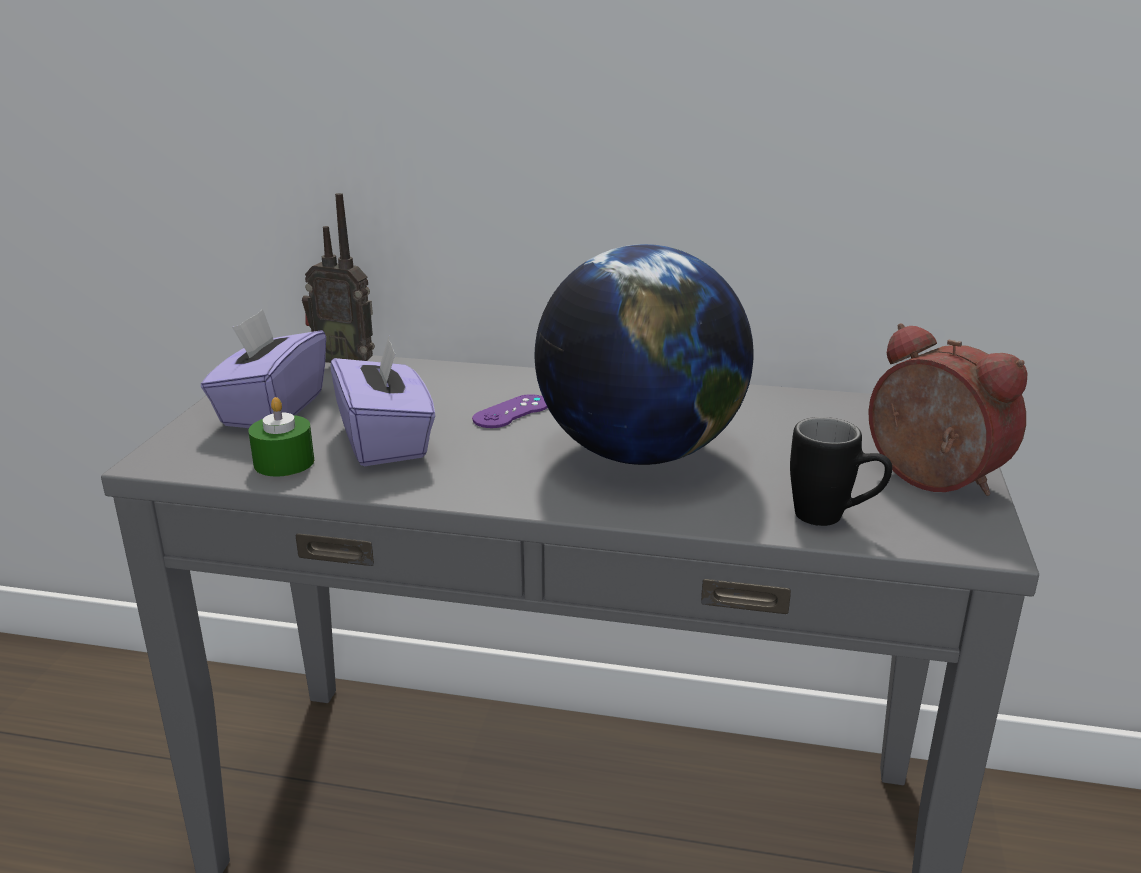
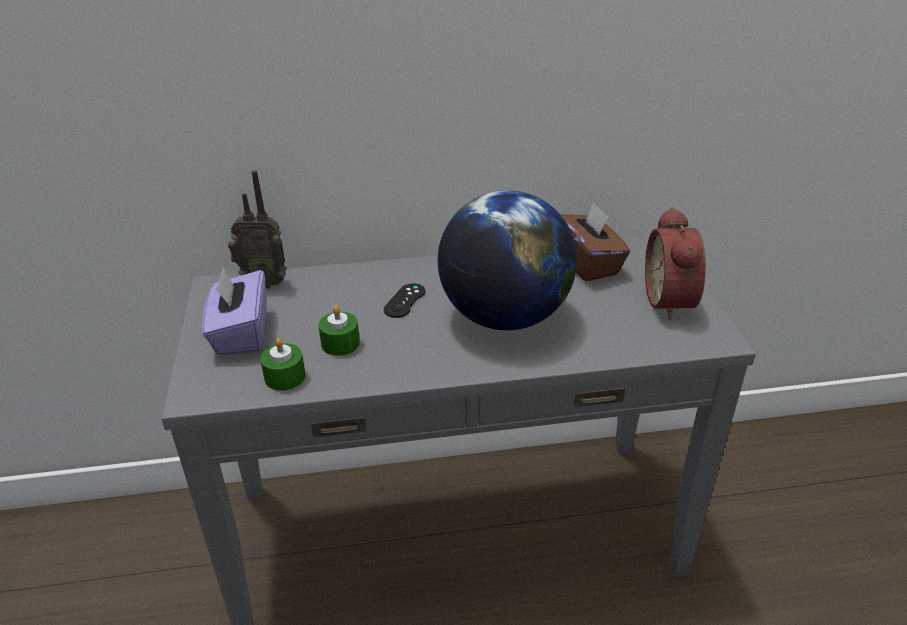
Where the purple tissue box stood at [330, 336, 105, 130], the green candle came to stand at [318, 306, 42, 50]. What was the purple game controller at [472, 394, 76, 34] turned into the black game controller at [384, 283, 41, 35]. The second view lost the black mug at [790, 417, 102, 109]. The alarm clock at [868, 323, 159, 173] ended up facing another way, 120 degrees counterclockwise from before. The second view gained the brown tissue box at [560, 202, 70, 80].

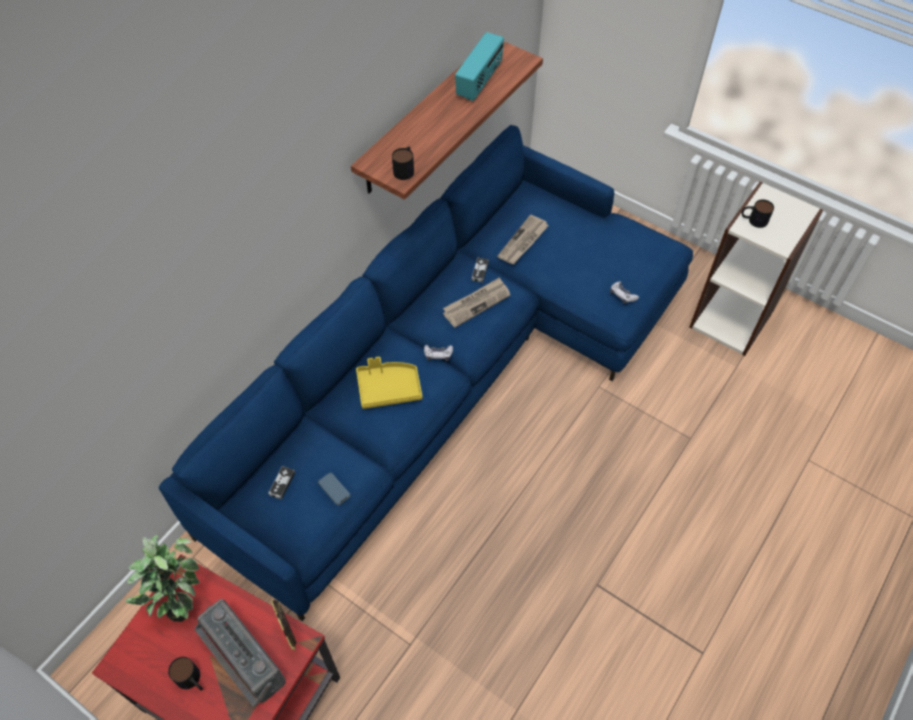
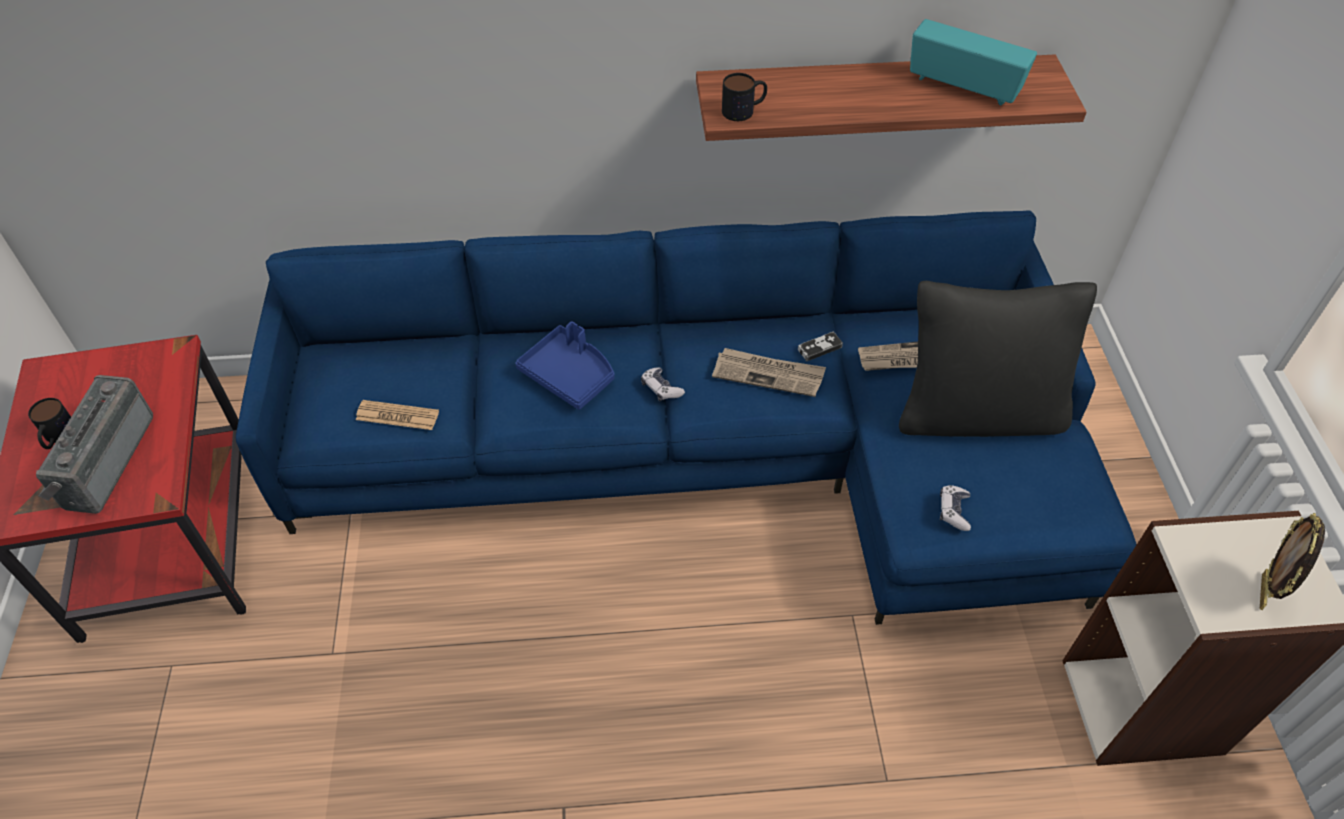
The second view lost the potted plant at [126, 535, 74, 87]. The second view lost the game controller at [268, 466, 27, 34]. The picture frame ended up elsewhere, having gone from [271, 600, 26, 51] to [1260, 513, 65, 97]. Where the phone stood at [318, 473, 33, 33], the newspaper came to stand at [356, 400, 83, 30]. What was the yellow tray at [356, 357, 66, 52] turned into the blue tray at [515, 322, 100, 88]. The radio at [455, 32, 49, 69] ended up facing another way, 135 degrees counterclockwise from before. The second view lost the mug at [742, 199, 32, 29]. The second view gained the black pillow at [899, 281, 198, 156].

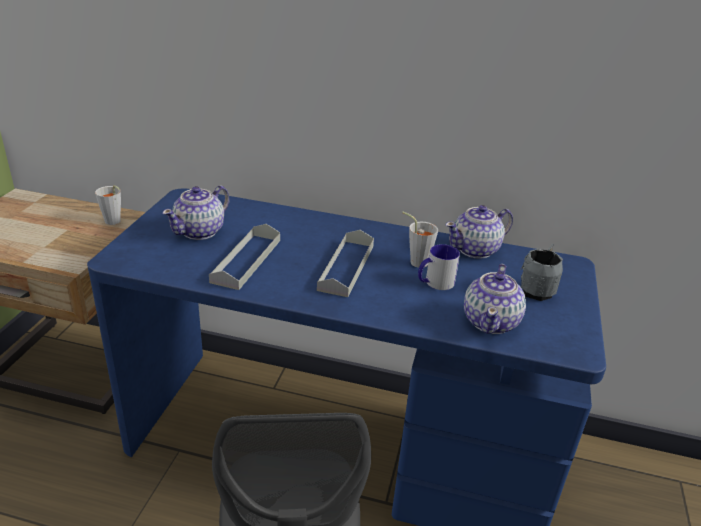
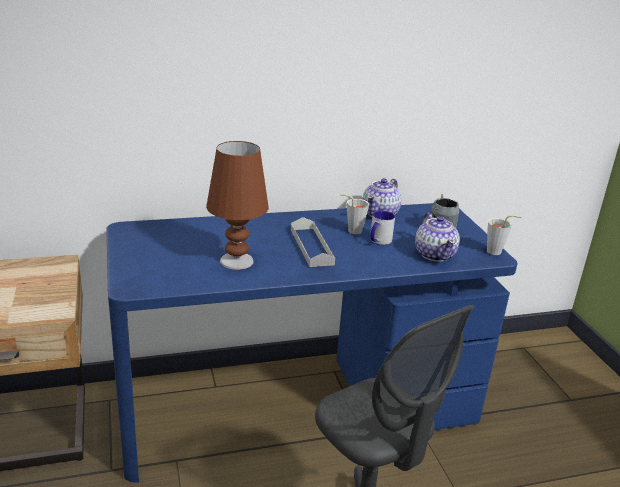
The grey cup ended up elsewhere, having gone from [95, 185, 26, 40] to [487, 215, 35, 40]. The second view lost the teapot at [162, 185, 68, 55]. Where the grey tray stood at [209, 224, 71, 66], the brown table lamp came to stand at [206, 141, 63, 129].

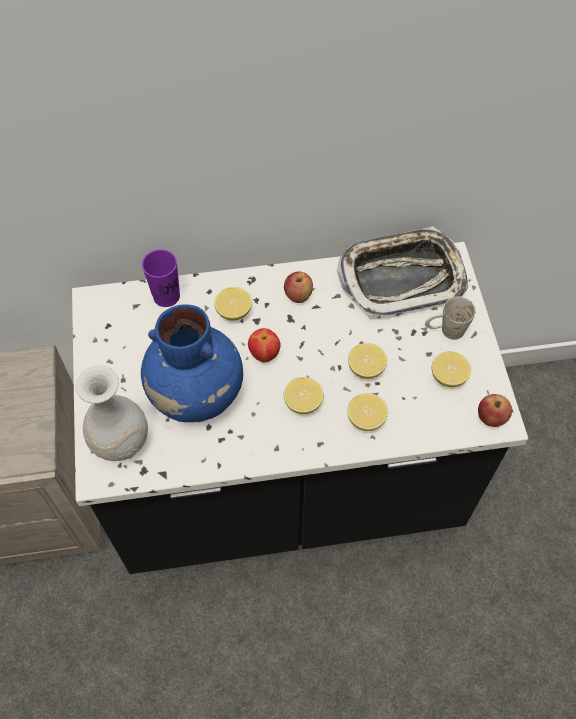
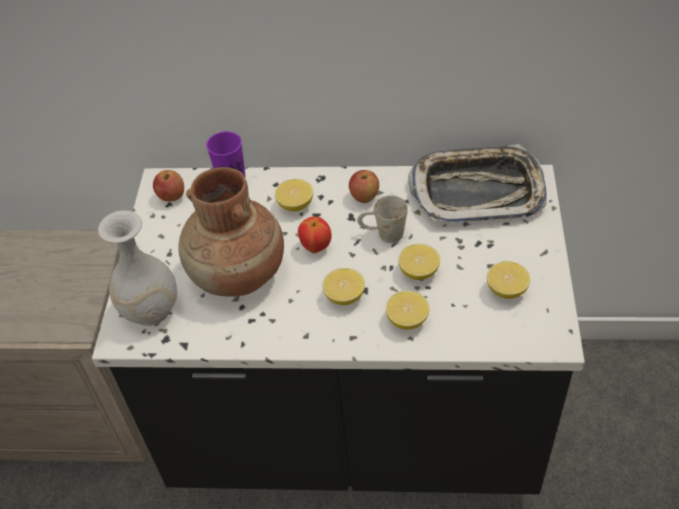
What was the blue vase at [141, 304, 102, 118] turned into the brown vase at [178, 167, 106, 130]. The white mug ended up elsewhere, having gone from [425, 296, 51, 44] to [357, 195, 51, 48]. The apple ended up elsewhere, having gone from [478, 394, 34, 33] to [153, 170, 31, 32].

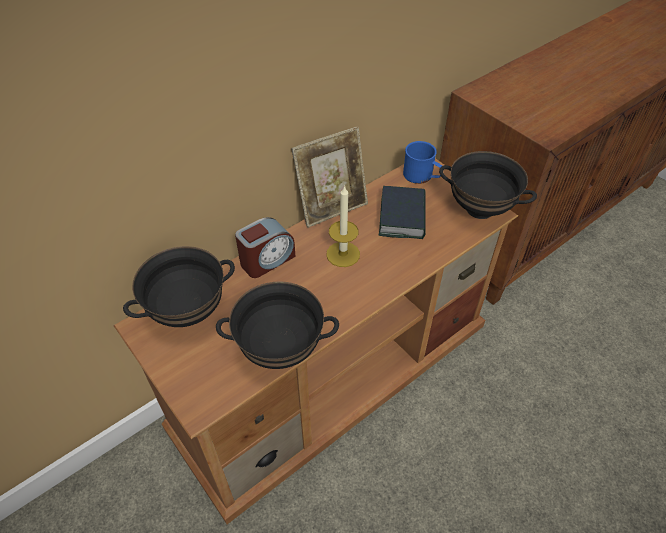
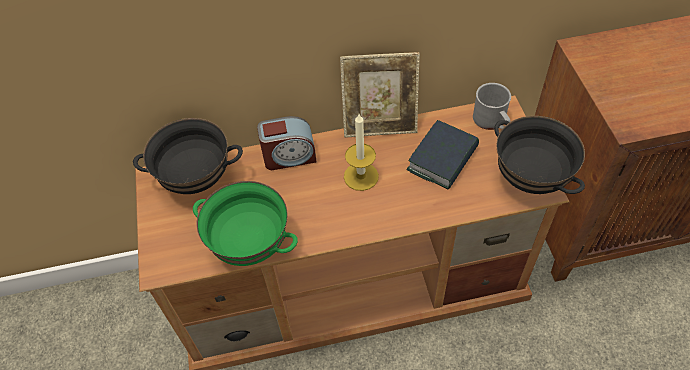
What was the black bowl at [216, 282, 123, 87] turned into the green bowl at [193, 181, 105, 85]. What was the blue mug at [403, 141, 39, 43] turned into the grey mug at [473, 83, 38, 47].

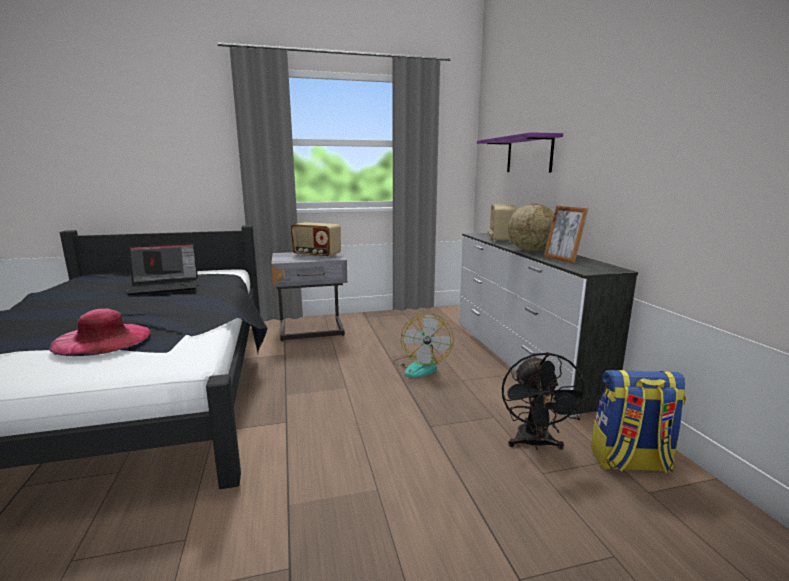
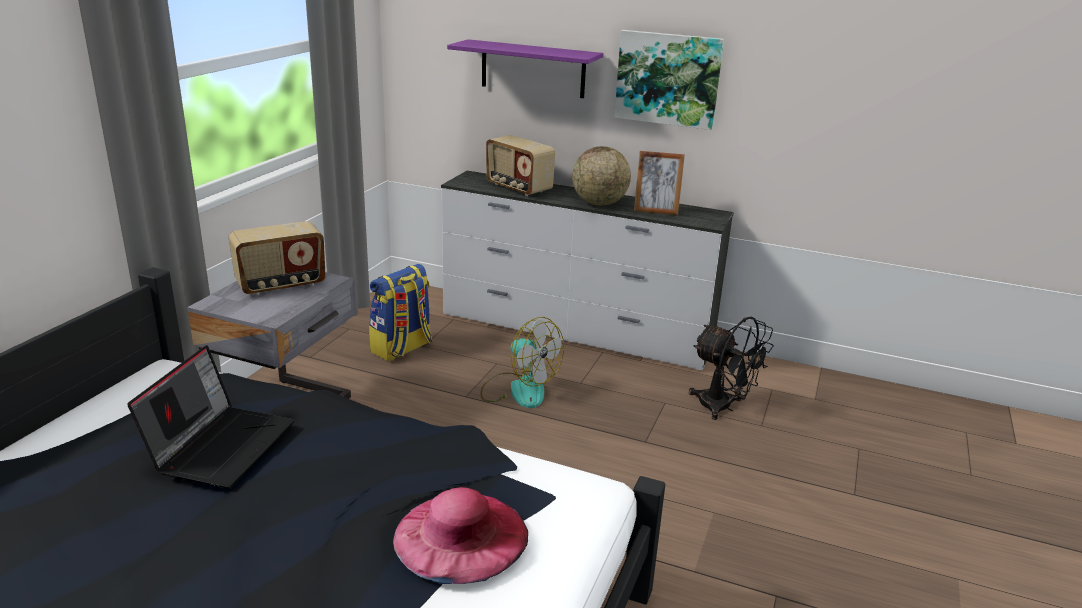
The backpack ended up elsewhere, having gone from [591, 370, 95, 103] to [369, 264, 63, 98]. The second view gained the picture at [614, 30, 110, 100].

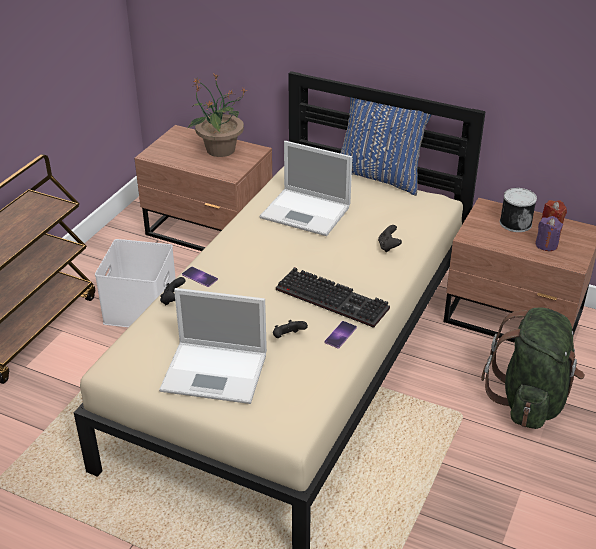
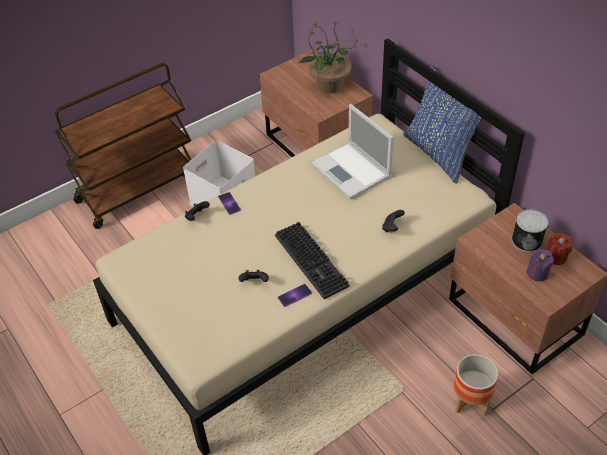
The second view lost the laptop at [159, 288, 108, 116]. Where the green backpack stood at [481, 307, 104, 122], the planter came to stand at [454, 354, 44, 62].

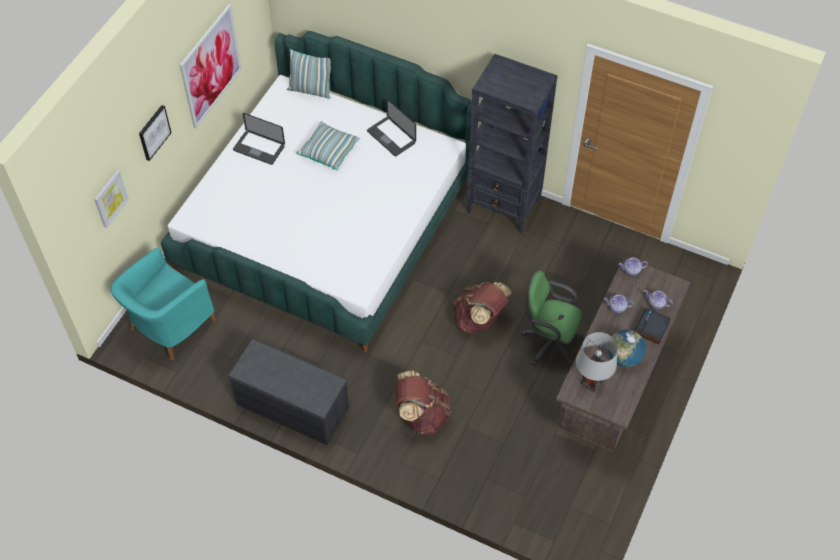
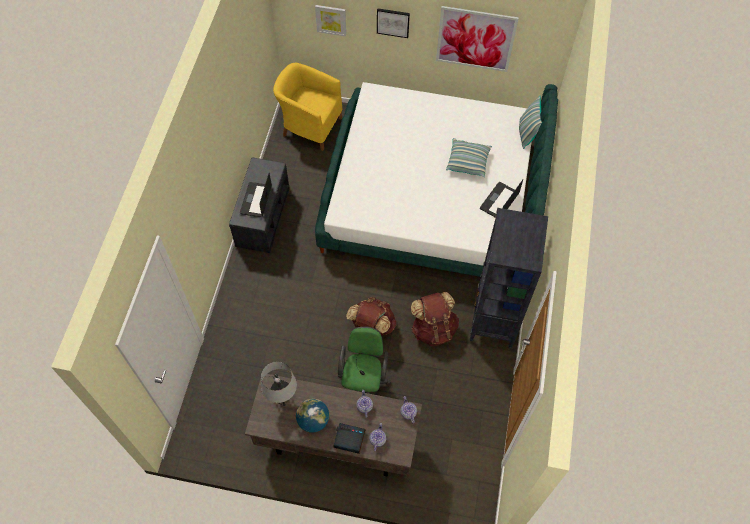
What was the turquoise armchair at [111, 248, 105, 112] turned into the yellow armchair at [273, 63, 70, 88]. The laptop ended up elsewhere, having gone from [233, 113, 52, 52] to [240, 173, 32, 44]. The brown backpack ended up elsewhere, having gone from [395, 371, 55, 64] to [411, 292, 48, 54].

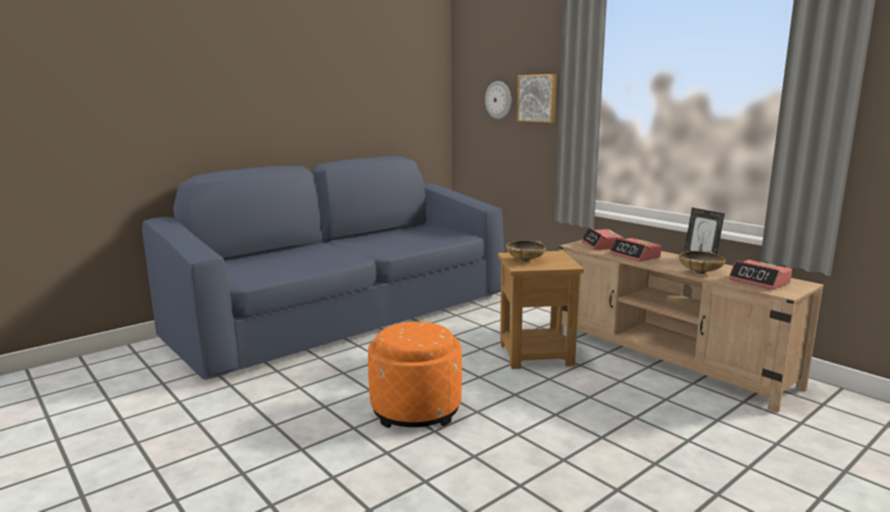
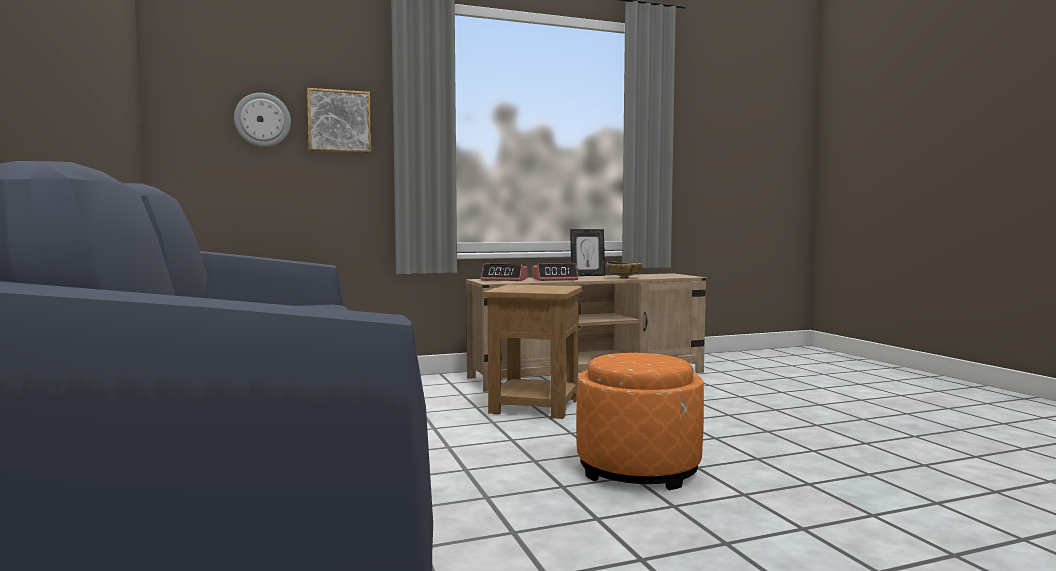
The second view lost the beige bowl at [506, 240, 40, 22]. The second view lost the alarm clock at [729, 260, 63, 29].

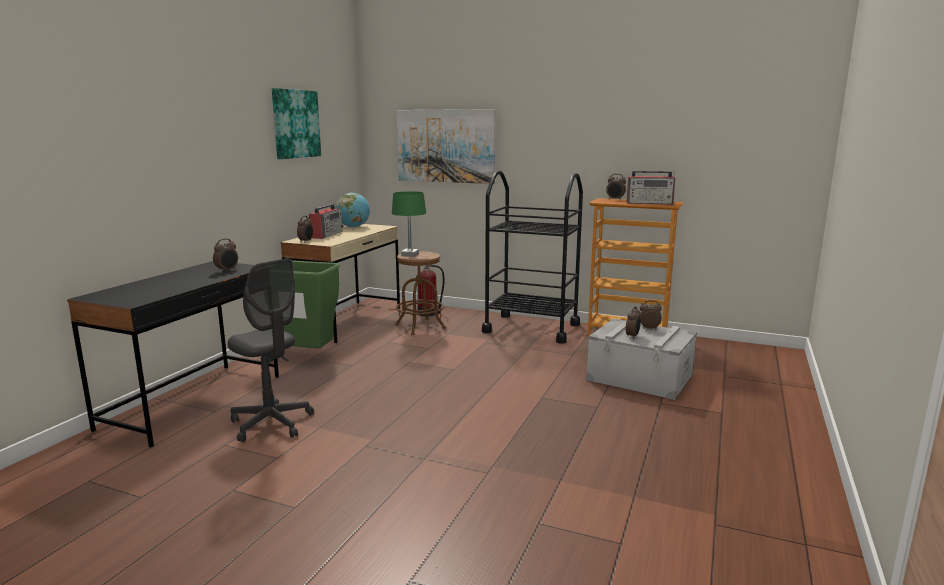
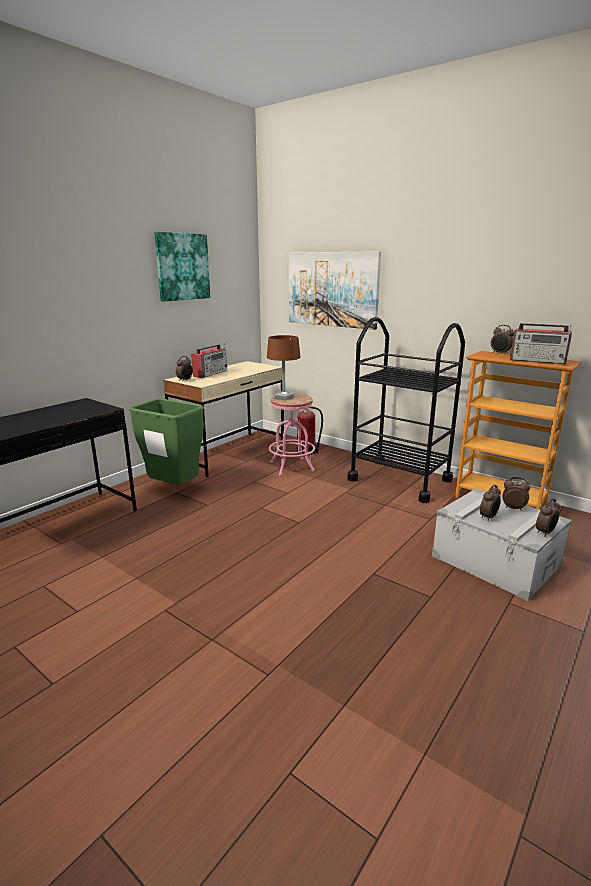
The alarm clock ended up elsewhere, having gone from [213, 239, 25, 33] to [536, 498, 24, 39]. The second view lost the grey office chair at [227, 258, 87, 184]. The second view lost the globe at [335, 193, 35, 34]. What was the green table lamp at [392, 191, 34, 66] turned into the brown table lamp at [267, 335, 33, 65]. What was the brown stool at [395, 251, 51, 84] turned into the pink stool at [269, 394, 46, 82].

